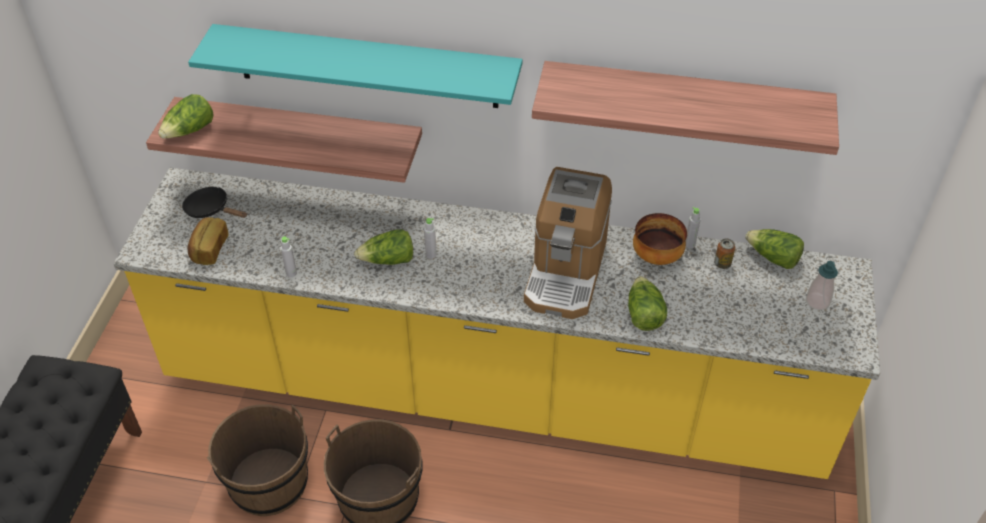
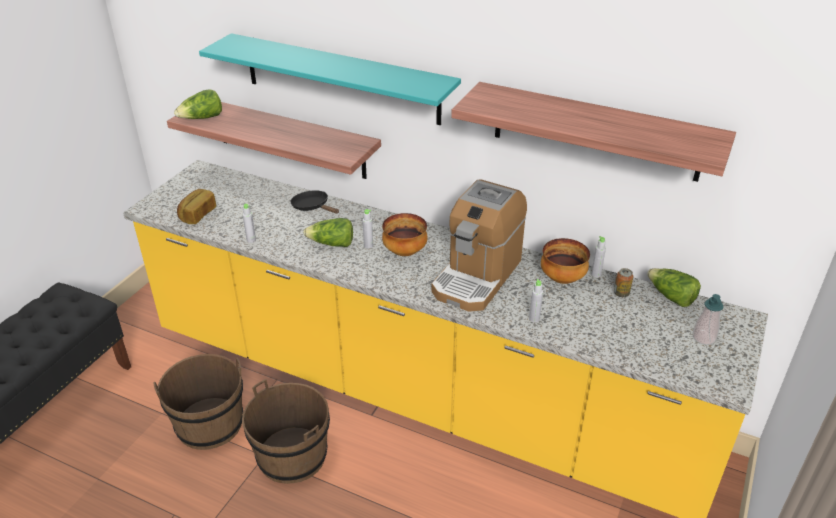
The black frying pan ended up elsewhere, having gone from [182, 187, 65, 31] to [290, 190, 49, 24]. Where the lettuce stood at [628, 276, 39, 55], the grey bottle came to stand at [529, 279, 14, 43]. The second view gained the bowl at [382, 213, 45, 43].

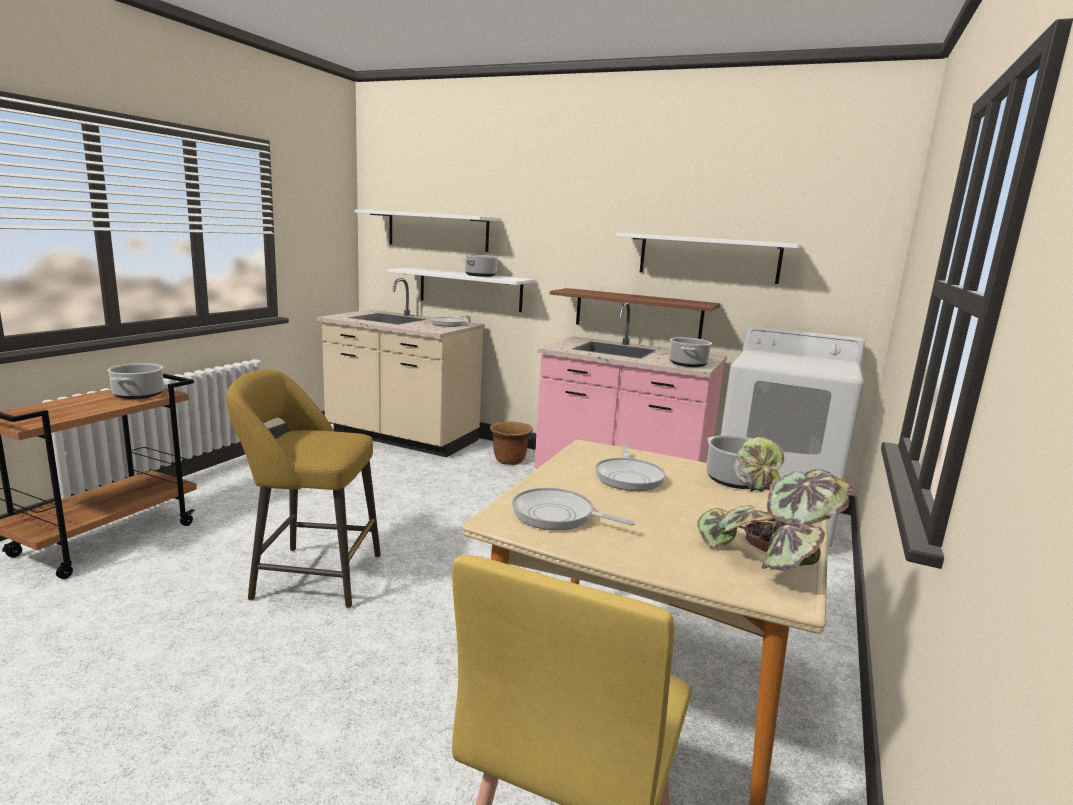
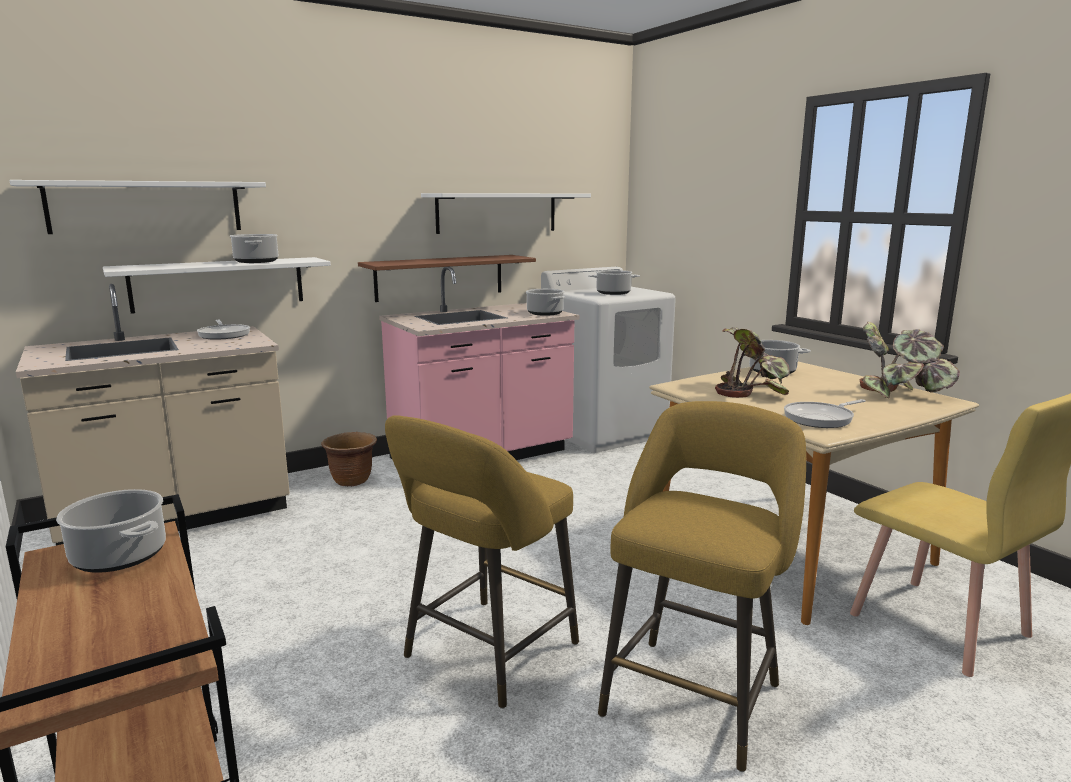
Where the frying pan stood at [595, 444, 71, 47], the potted plant came to stand at [715, 327, 75, 71]. The second view gained the cooking pot at [588, 270, 52, 25]. The second view gained the yellow stool at [598, 401, 208, 371].

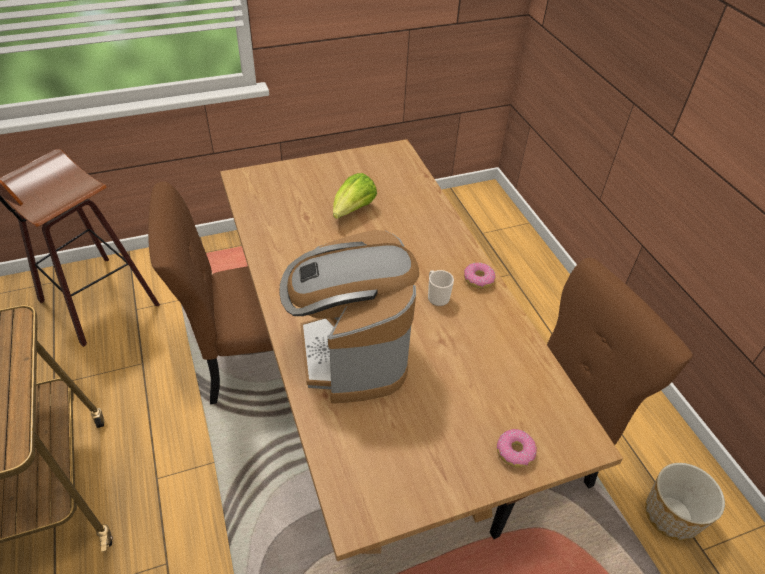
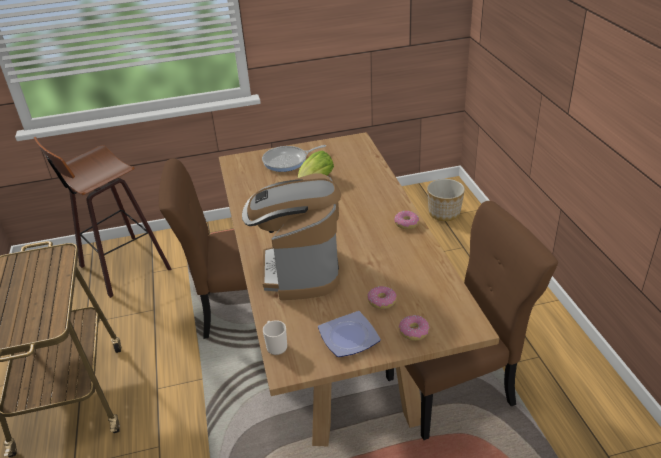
The mug ended up elsewhere, having gone from [428, 270, 26, 36] to [263, 320, 24, 35]. The planter ended up elsewhere, having gone from [645, 463, 80, 77] to [427, 179, 38, 42]. The second view gained the frying pan at [262, 145, 64, 27]. The second view gained the plate at [318, 311, 63, 46]. The second view gained the donut at [367, 286, 30, 23].

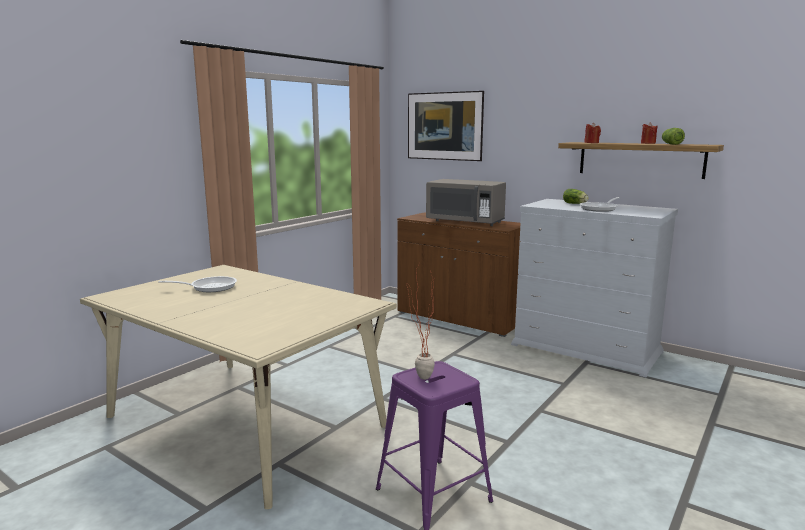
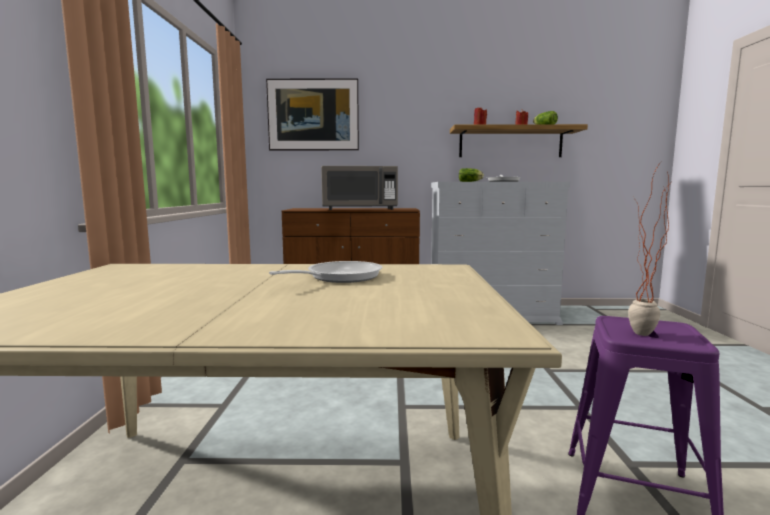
The frying pan ended up elsewhere, having gone from [158, 276, 79, 16] to [269, 261, 113, 22].

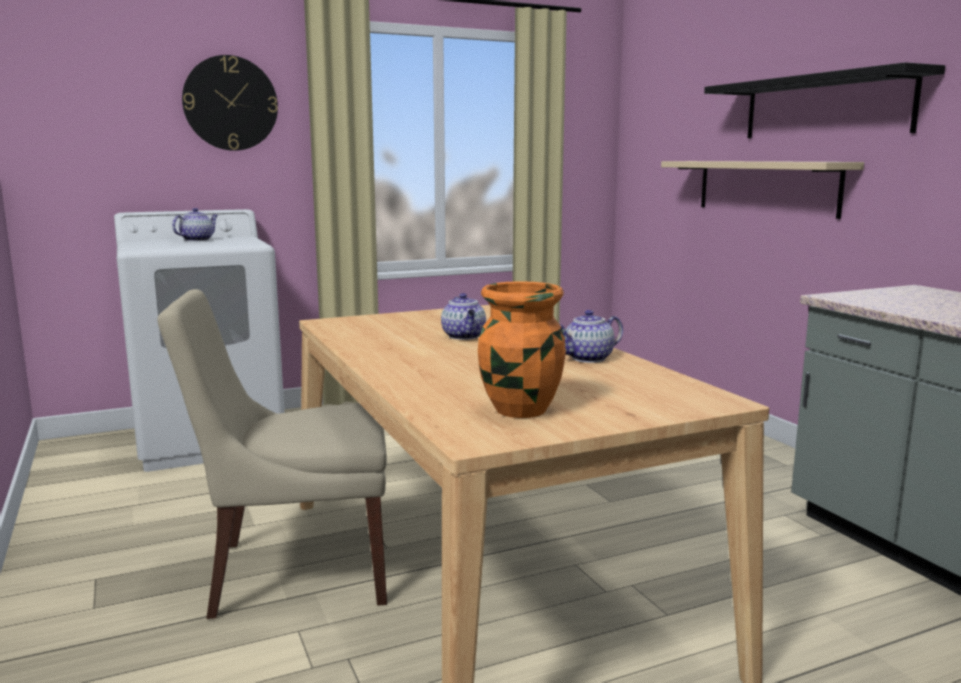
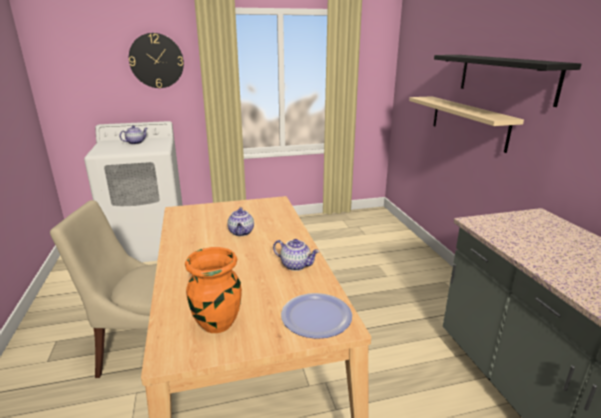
The teapot at [560, 310, 63, 53] ended up facing another way, 135 degrees counterclockwise from before. The second view gained the plate at [281, 293, 71, 46].

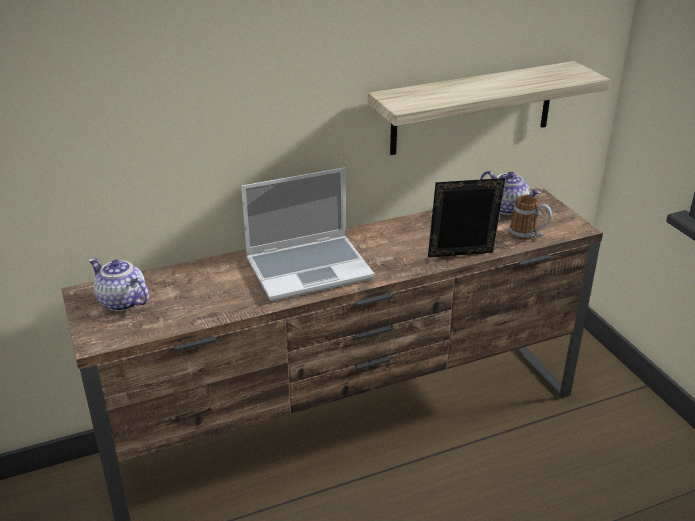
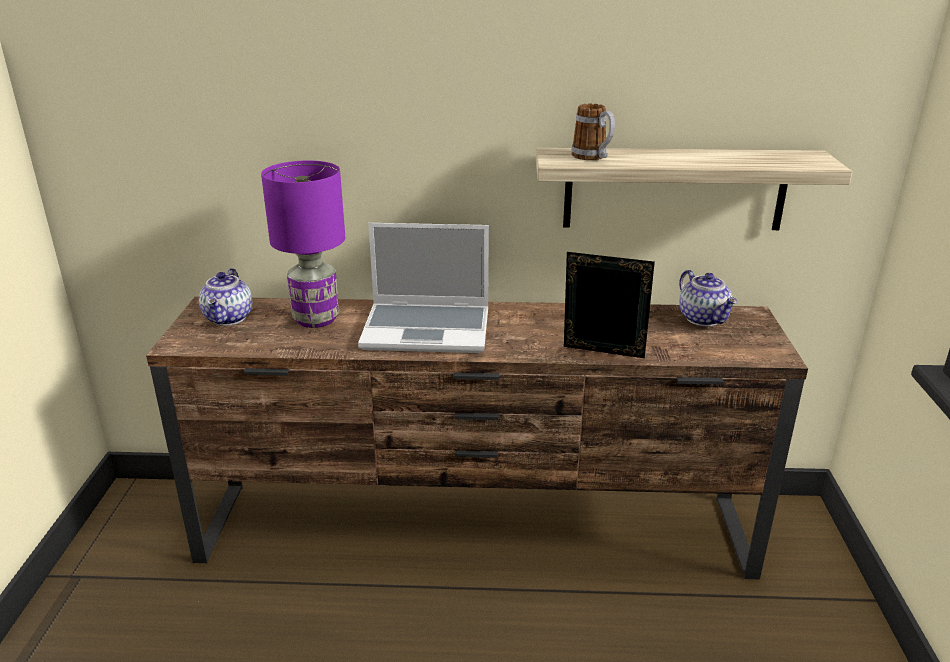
The teapot at [89, 258, 60, 53] ended up facing another way, 150 degrees counterclockwise from before. The mug ended up elsewhere, having gone from [509, 195, 43, 45] to [572, 104, 43, 56]. The second view gained the purple table lamp at [261, 160, 84, 168].

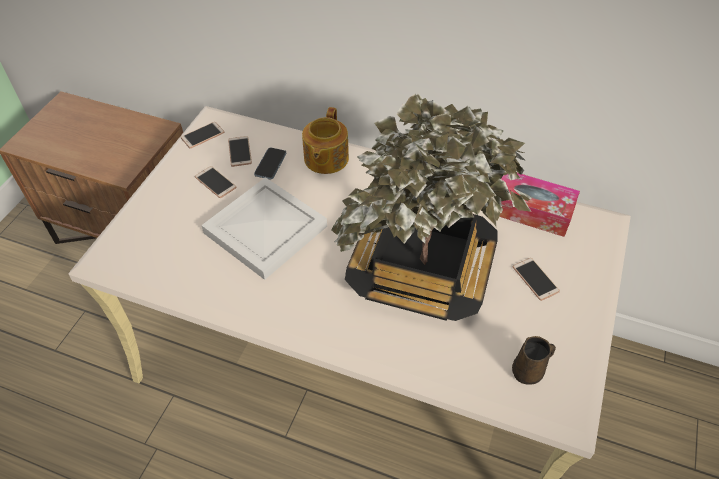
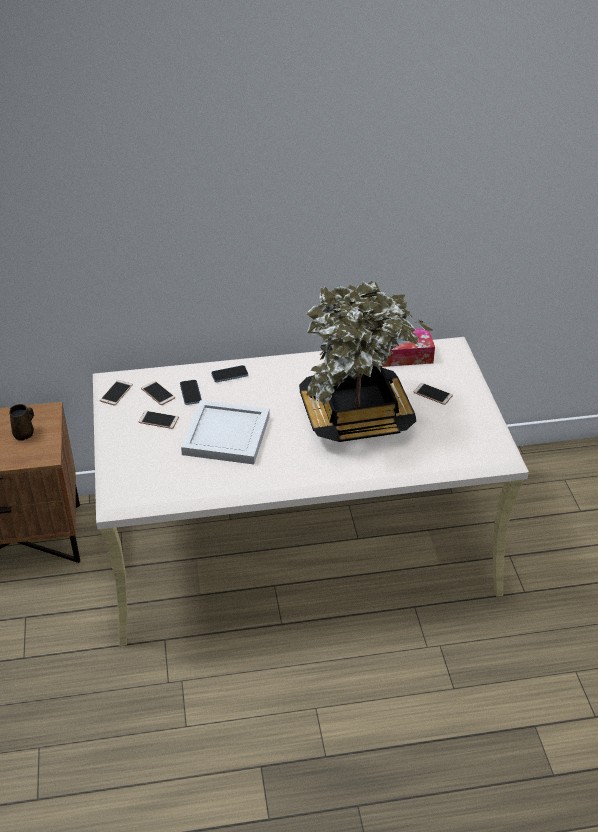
Where the teapot stood at [302, 107, 47, 67], the phone came to stand at [211, 365, 37, 17]. The brown mug ended up elsewhere, having gone from [512, 336, 44, 49] to [9, 404, 25, 37].

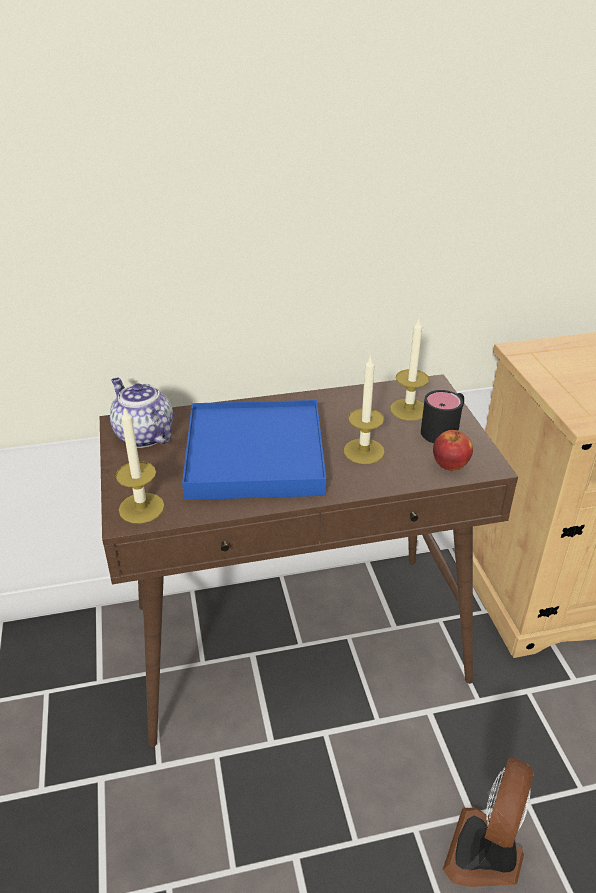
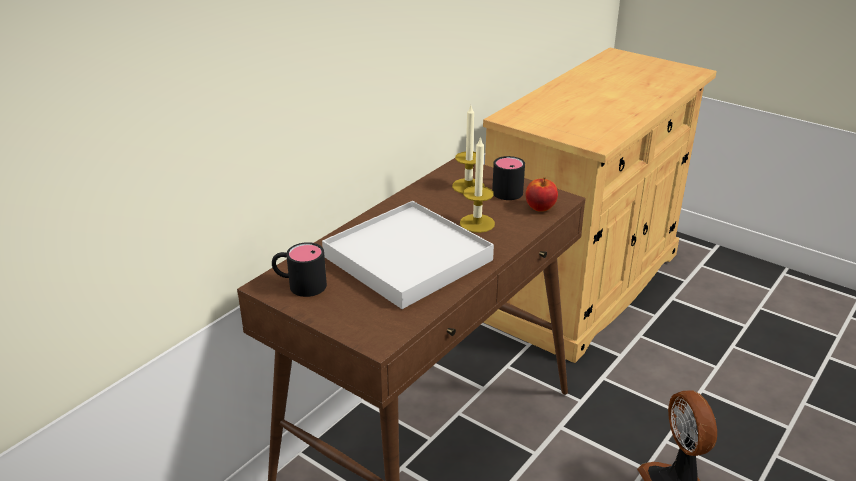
Where the teapot stood at [110, 378, 63, 70], the black mug came to stand at [272, 242, 55, 55]. The second view lost the candle at [116, 409, 49, 114]. What was the blue tray at [182, 400, 144, 100] turned into the white tray at [322, 201, 172, 108].

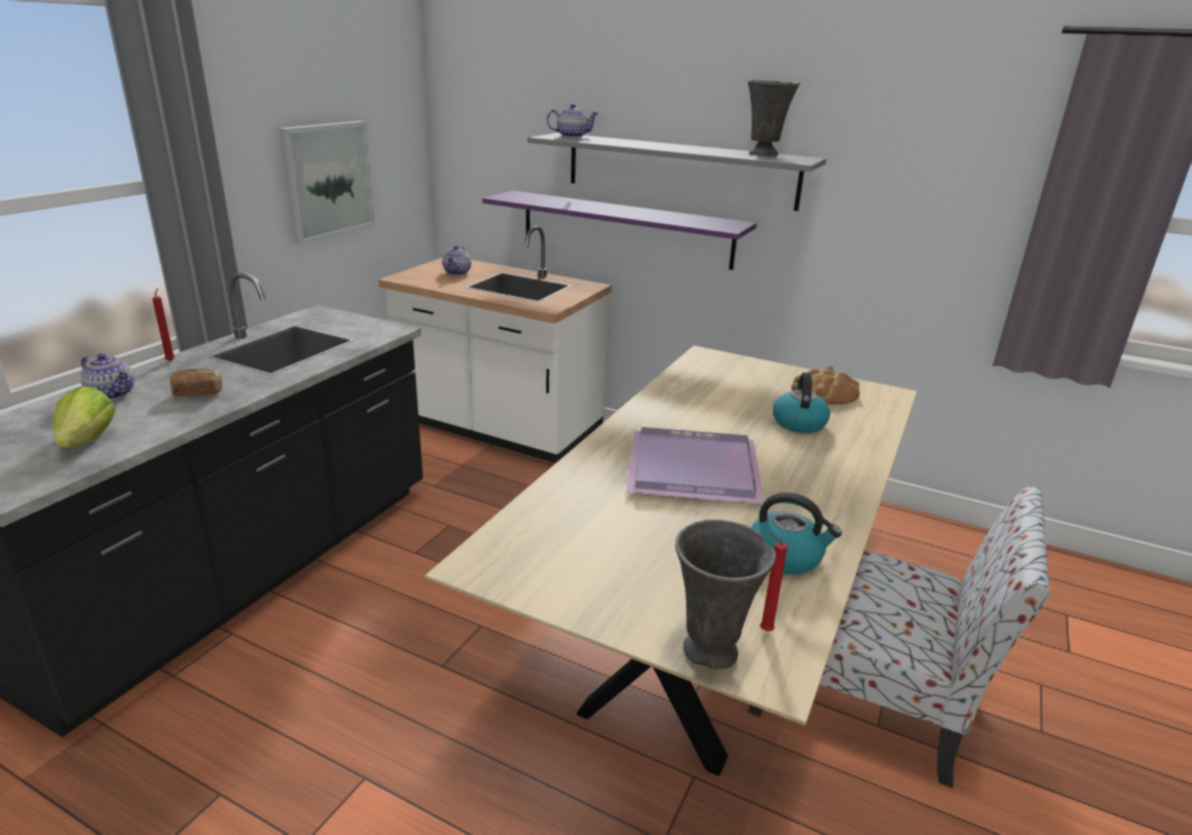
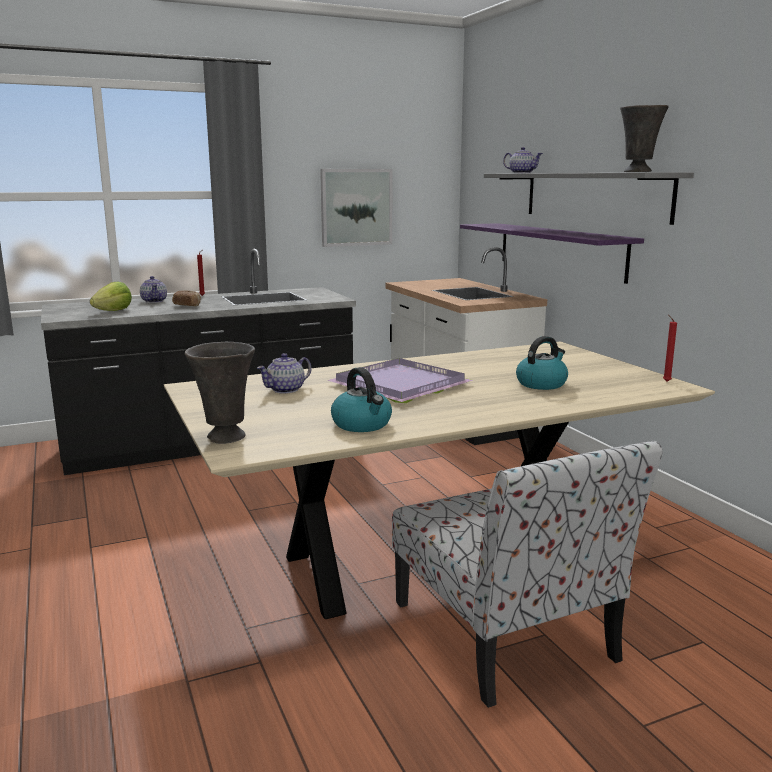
The teapot ended up elsewhere, having gone from [442, 245, 29, 30] to [257, 353, 55, 41]. The red candle ended up elsewhere, having gone from [760, 533, 27, 98] to [663, 314, 14, 68]. The second view lost the bread at [791, 366, 69, 39].

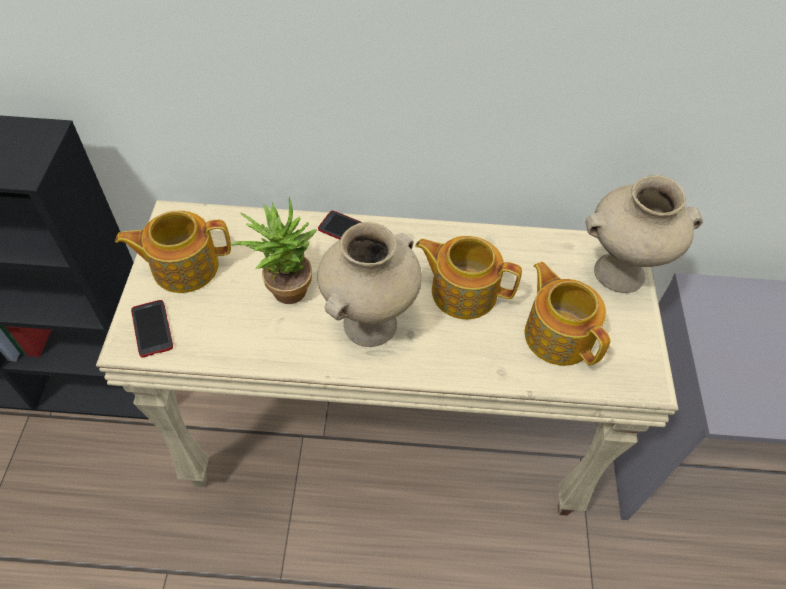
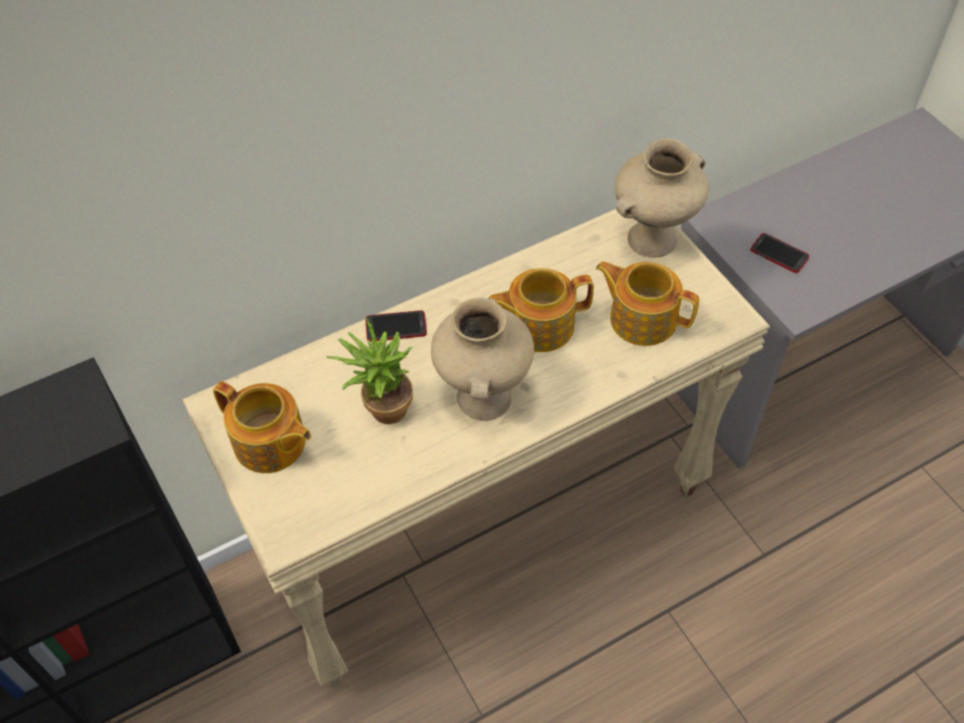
The teapot at [115, 211, 116, 82] ended up facing another way, 105 degrees counterclockwise from before. The phone ended up elsewhere, having gone from [131, 300, 42, 57] to [750, 233, 59, 40].

